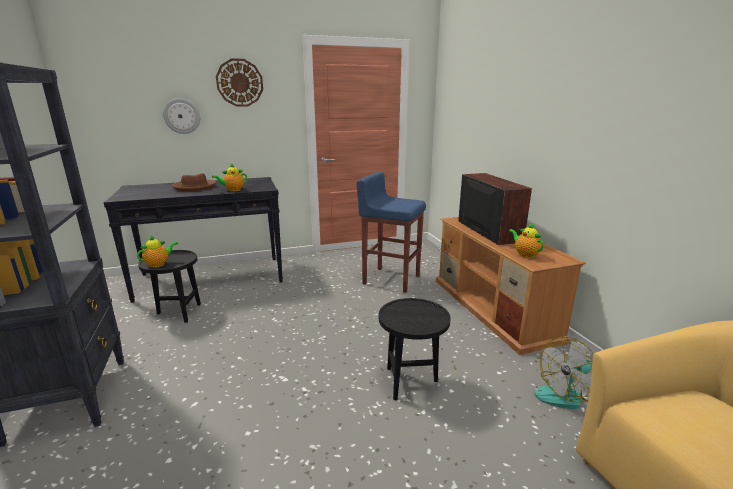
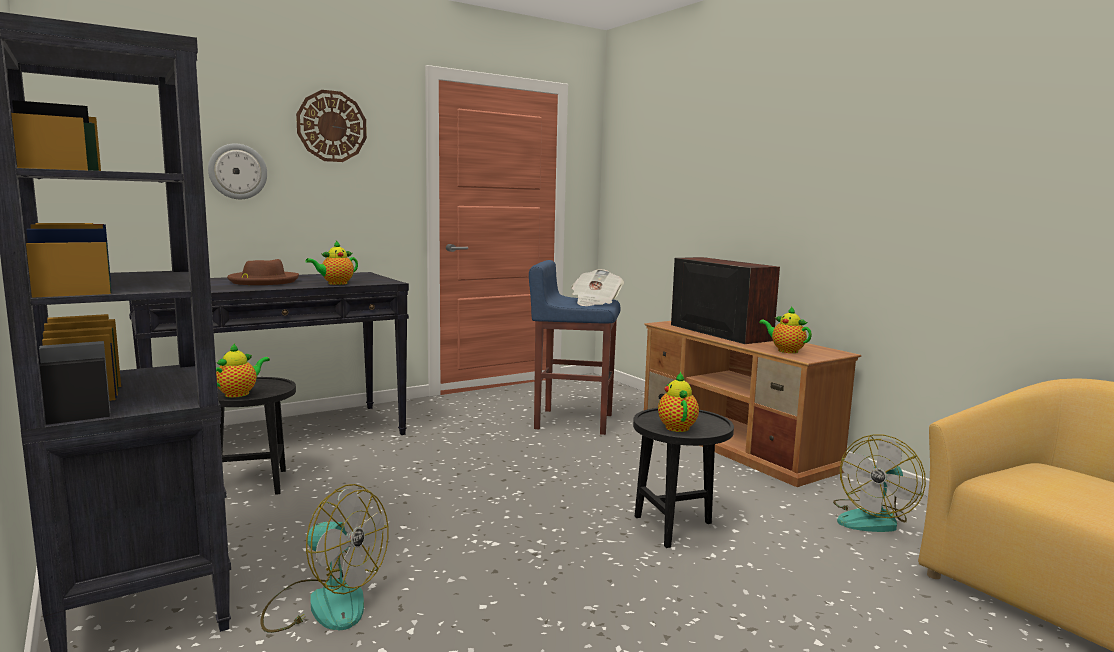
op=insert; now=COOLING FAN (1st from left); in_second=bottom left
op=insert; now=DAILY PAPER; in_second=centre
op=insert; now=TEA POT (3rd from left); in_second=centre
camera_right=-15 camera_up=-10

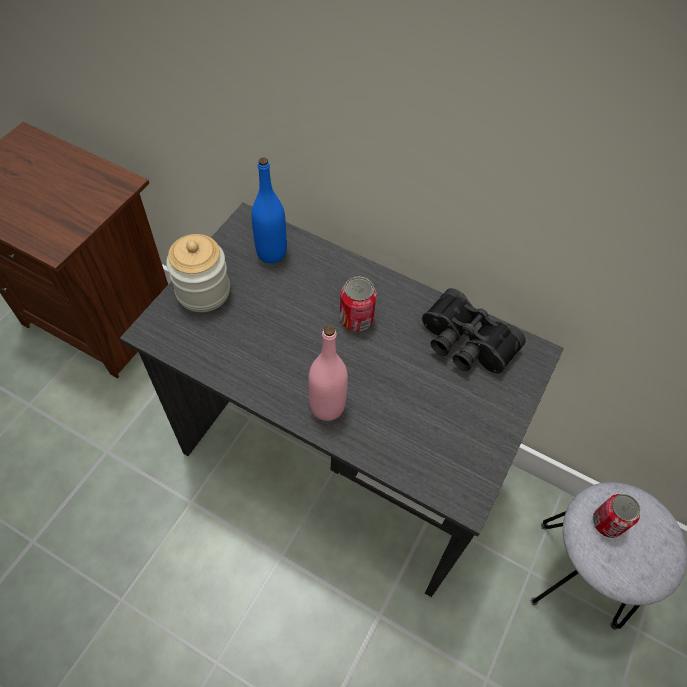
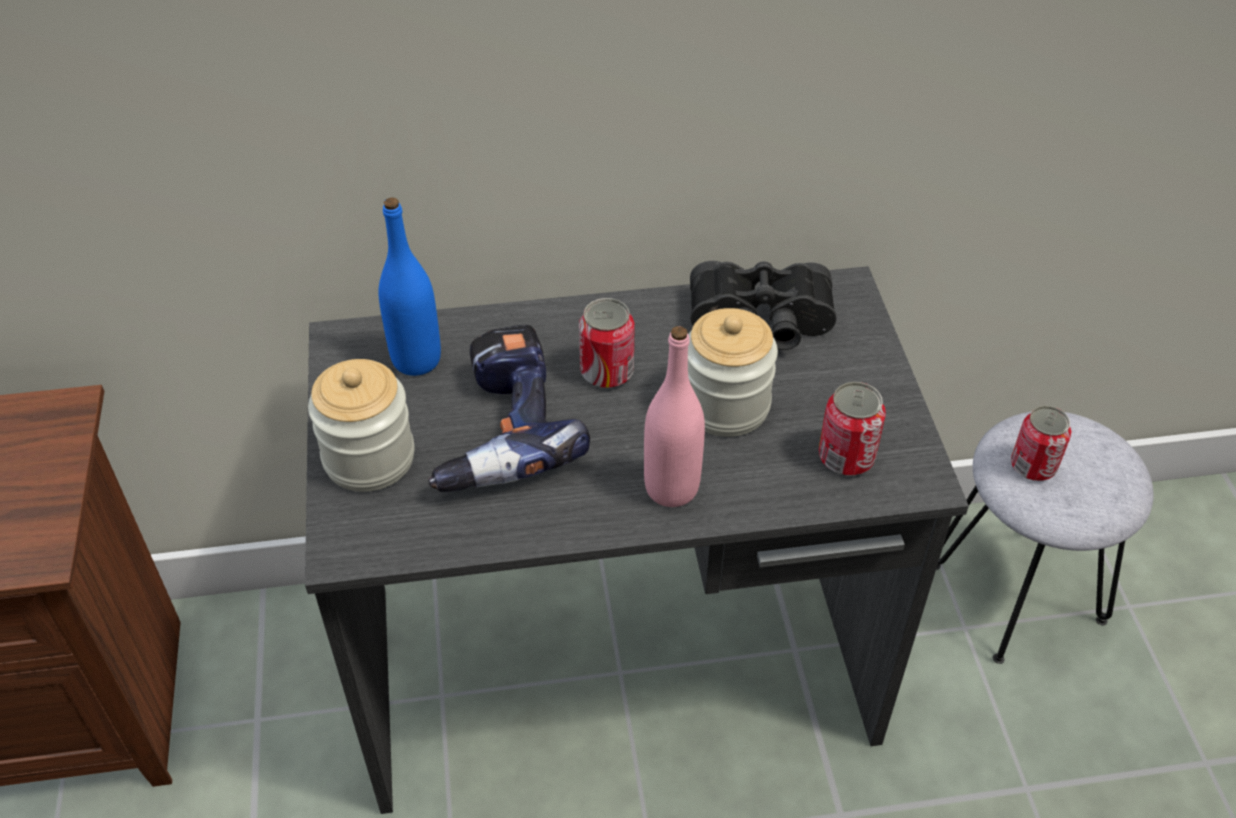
op=insert; now=POWER DRILL; in_second=centre
op=insert; now=STORAGE JAR (2nd from left); in_second=centre
op=insert; now=METAL CAN (2nd from left); in_second=middle right
camera_right=-35 camera_up=-10

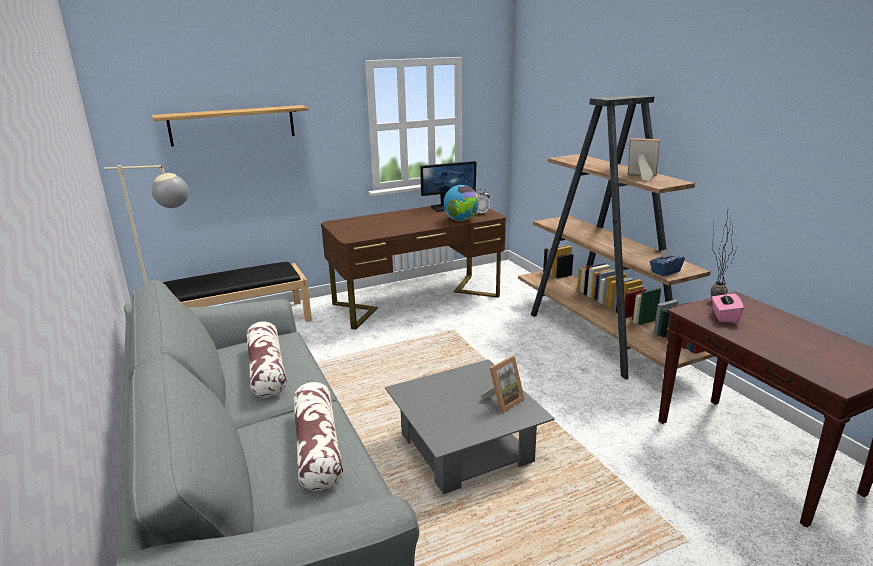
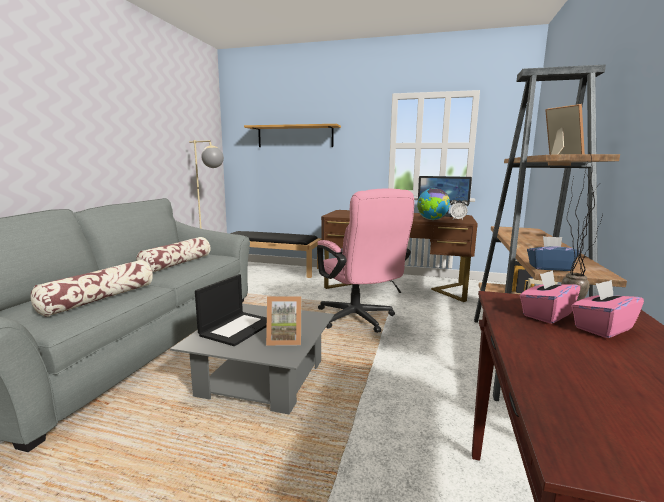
op=insert; now=LAPTOP; in_second=centre
op=insert; now=PINK-COLOURED OFFICE CHAIR; in_second=centre
op=insert; now=PINK-COLOURED TISSUE HOLDER (2nd from left); in_second=middle right
camera_right=40 camera_up=-10

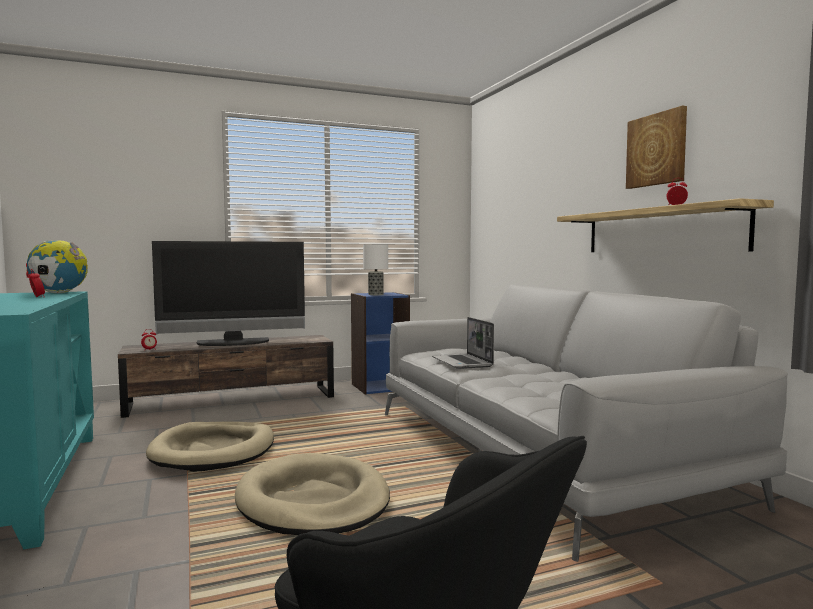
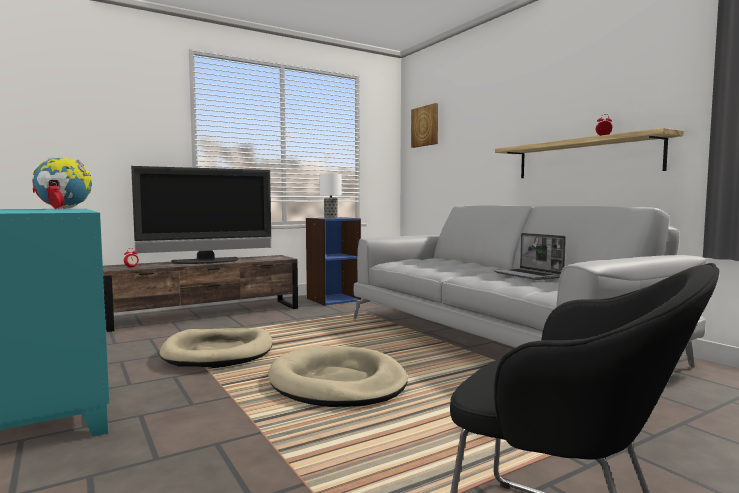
op=move; was=LAPTOP; in_first=centre; in_second=middle right
op=move; was=PICTURE; in_first=top right; in_second=top centre
camera_right=-10 camera_up=0

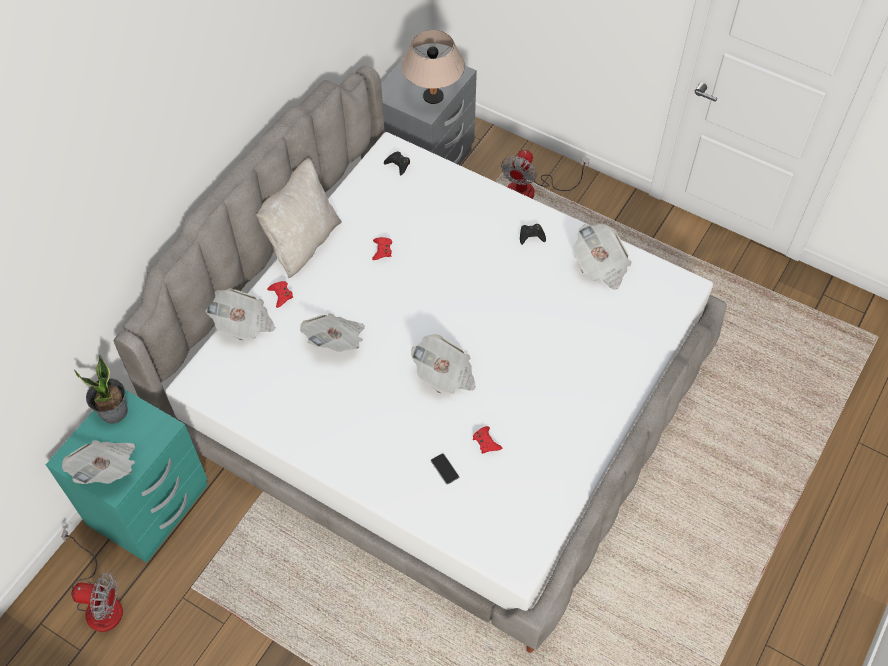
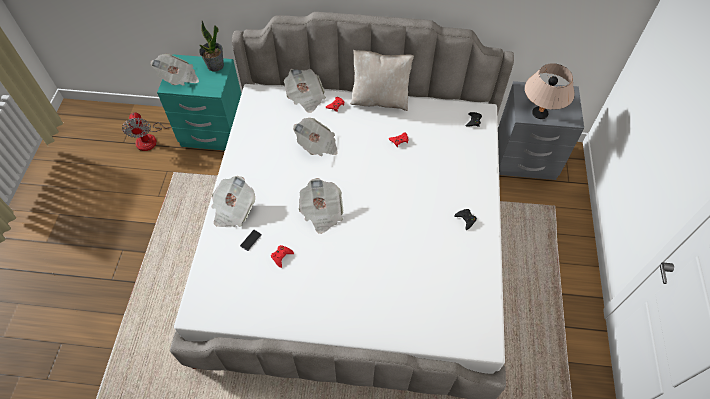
op=delete; was=COOLING FAN (2nd from left); in_first=top centre
op=move; was=DAILY PAPER (5th from left in the first image); now=DAILY PAPER (2nd from left); in_first=middle right; in_second=middle left
camera_right=65 camera_up=0

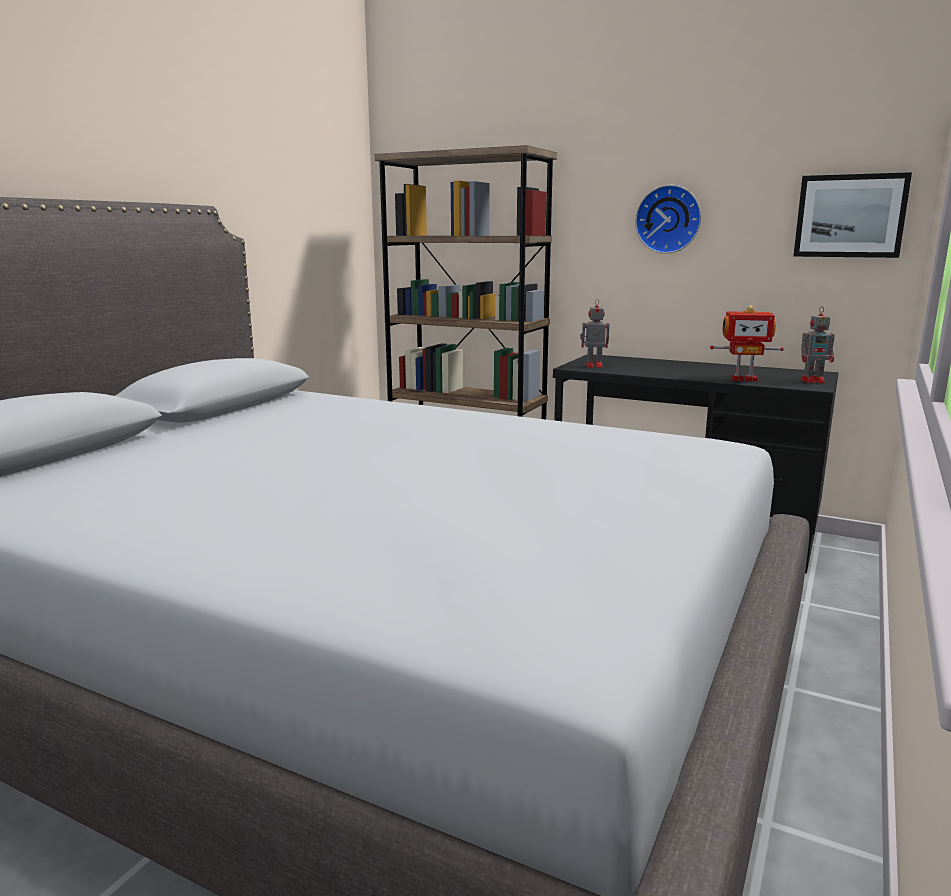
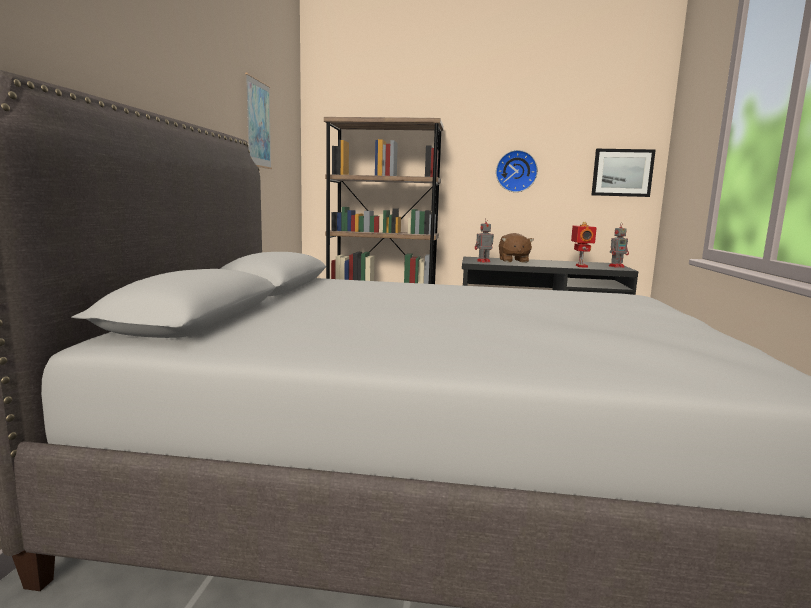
op=insert; now=PICTURE (1st from left); in_second=top left
op=insert; now=BROWN-COLOURED CUDDLY TOY; in_second=centre
op=rotate; was=TOY ROBOT (2nd from left); in_first=middle right; in_second=middle right; clockwise=-75
camera_right=-20 camera_up=-5

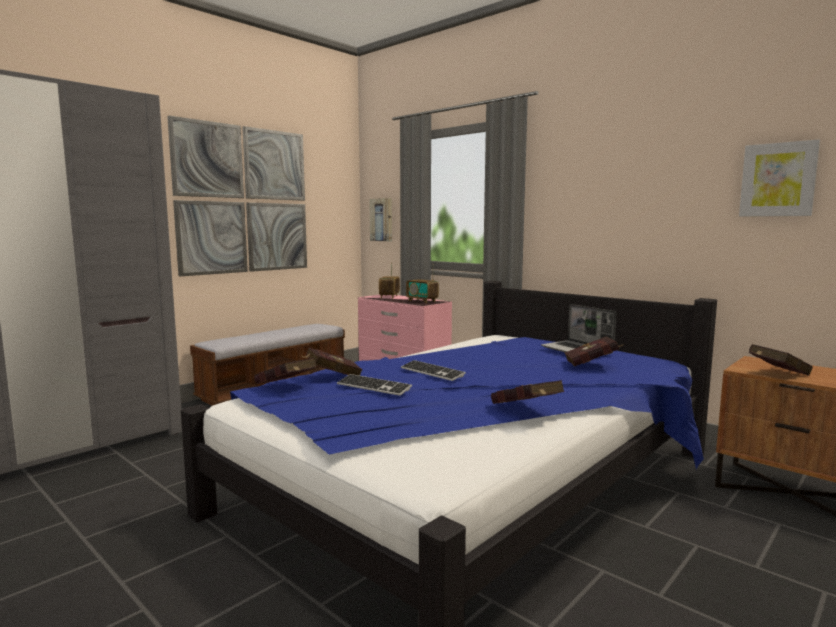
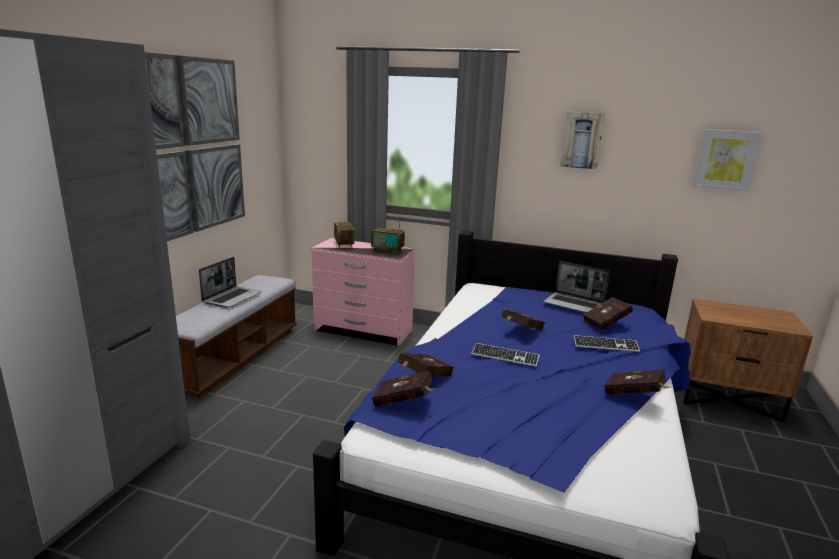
op=insert; now=LAPTOP (1st from left); in_second=middle left
op=move; was=KEYBOARD (1st from left in the first image); now=KEYBOARD (2nd from left); in_first=centre; in_second=middle right
op=move; was=PICTURE (2nd from left); in_first=centre; in_second=top right
op=move; was=RED BOOK (5th from left in the first image); now=RED BOOK (3rd from left); in_first=middle right; in_second=centre
camera_right=-25 camera_up=10

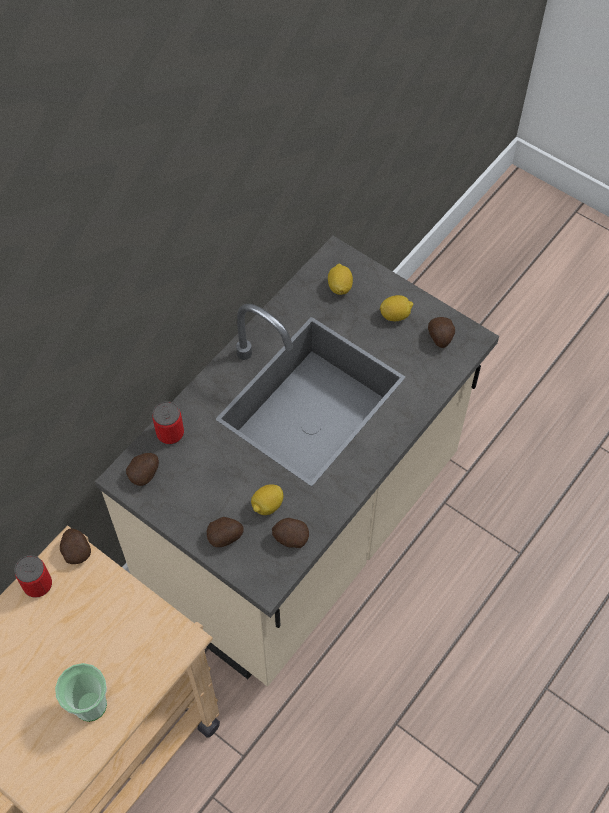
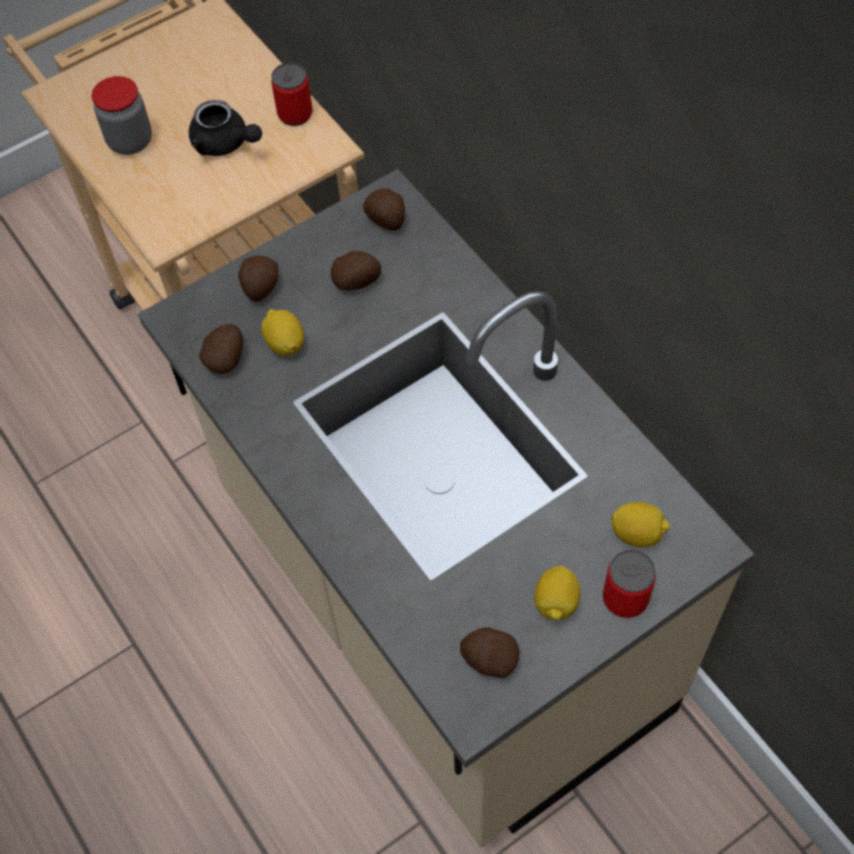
op=insert; now=BLACKISH TEA POT; in_second=top left
op=move; was=WHOLE POTATO (1st from left in the first image); now=WHOLE POTATO (3rd from left); in_first=bottom left; in_second=top centre
op=move; was=METAL CAN (2nd from left); in_first=middle left; in_second=bottom right
op=replace; was=DRINKING CUP; now=STORAGE JAR; in_first=bottom left; in_second=top left
camera_right=110 camera_up=0

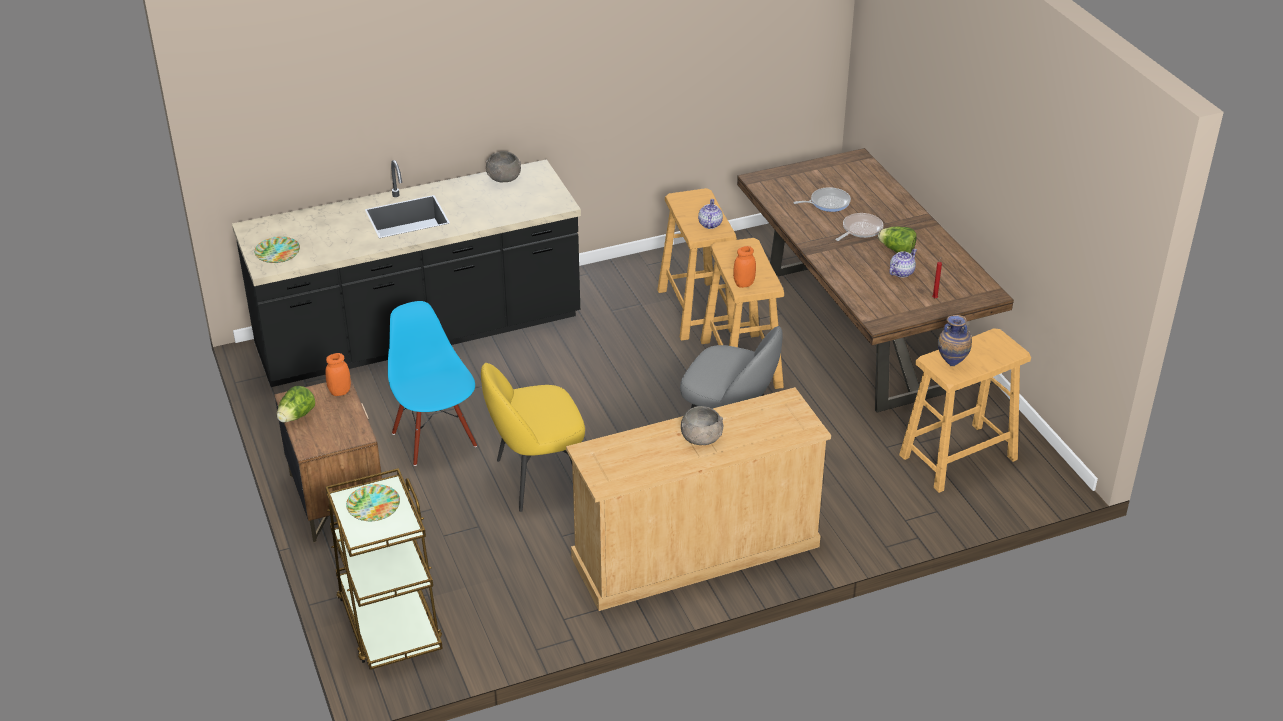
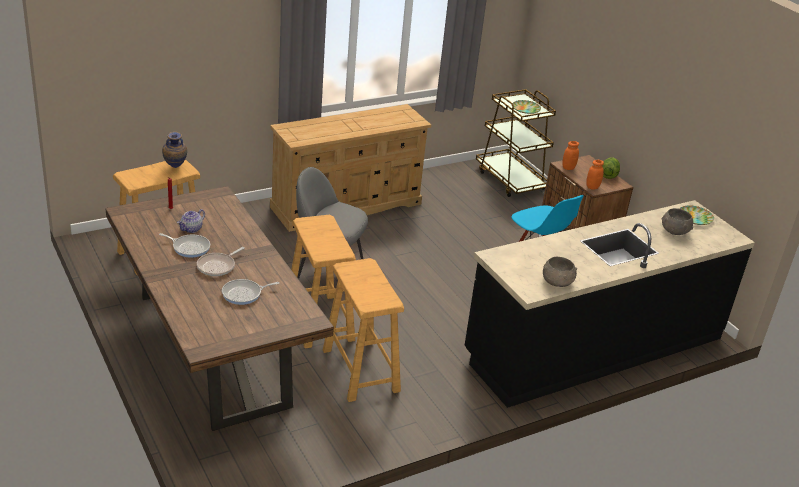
op=delete; was=YELLOW-COLOURED CHAIR; in_first=centre
op=delete; was=TEA POT (1st from left); in_first=top centre
op=move; was=GRAY SERVING BOWL (2nd from left); in_first=centre; in_second=middle right
op=move; was=ORANGEY STORAGE JAR (2nd from left in the first image); now=ORANGEY STORAGE JAR (1st from left); in_first=centre; in_second=top right
op=replace; was=LETTUCE (2nd from left); now=PAN (1st from left); in_first=top right; in_second=middle left
camera_right=170 camera_up=-5

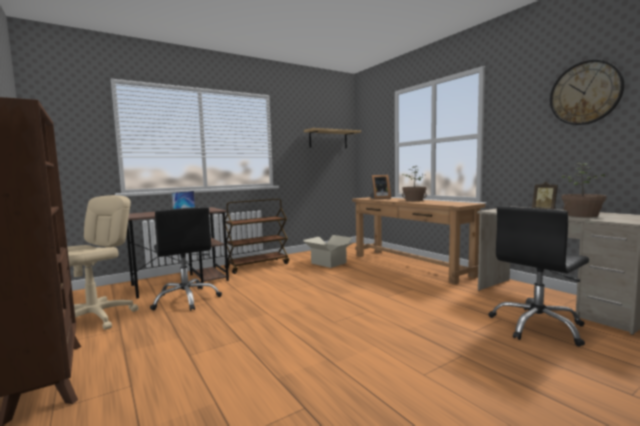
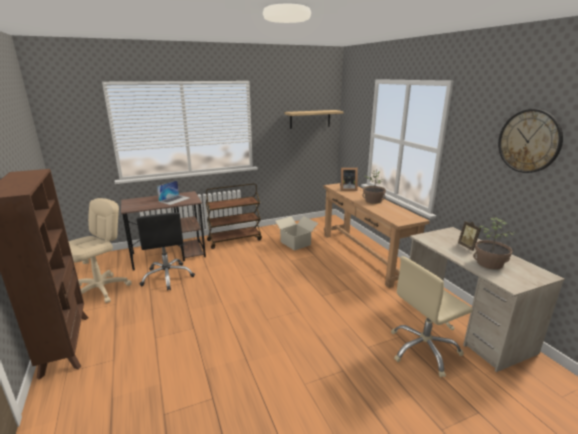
op=recolor; was=BLACKISH OFFICE CHAIR (2nd from left); now=BEIGE OFFICE CHAIR (2nd from left); in_first=middle right; in_second=bottom right
camera_right=10 camera_up=15

